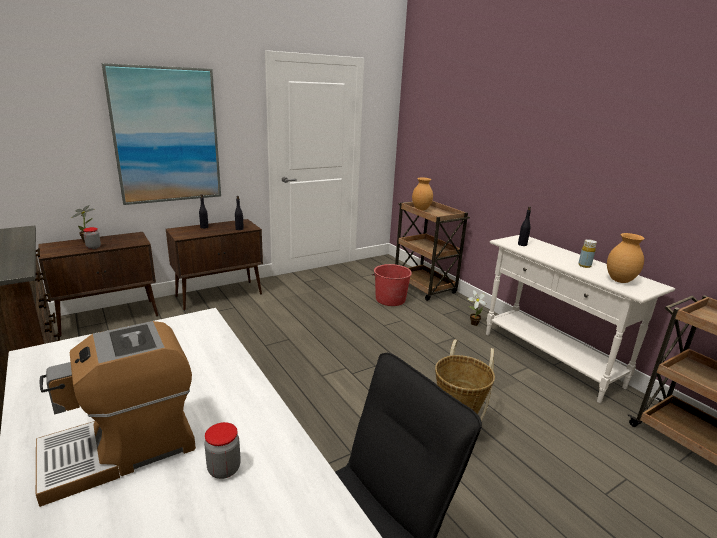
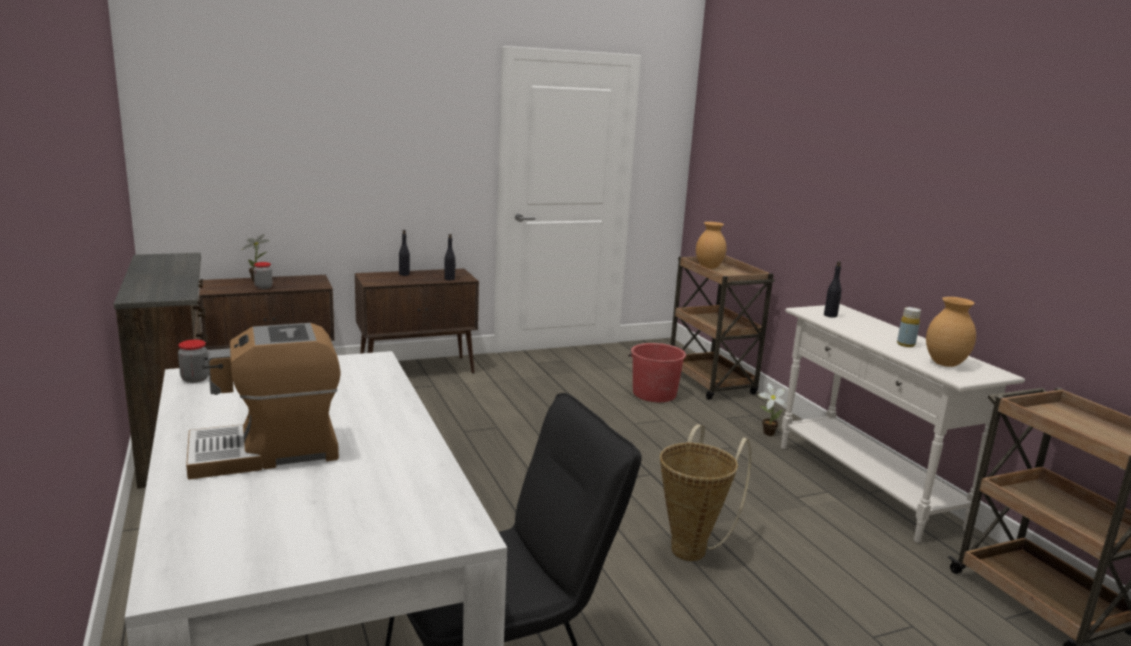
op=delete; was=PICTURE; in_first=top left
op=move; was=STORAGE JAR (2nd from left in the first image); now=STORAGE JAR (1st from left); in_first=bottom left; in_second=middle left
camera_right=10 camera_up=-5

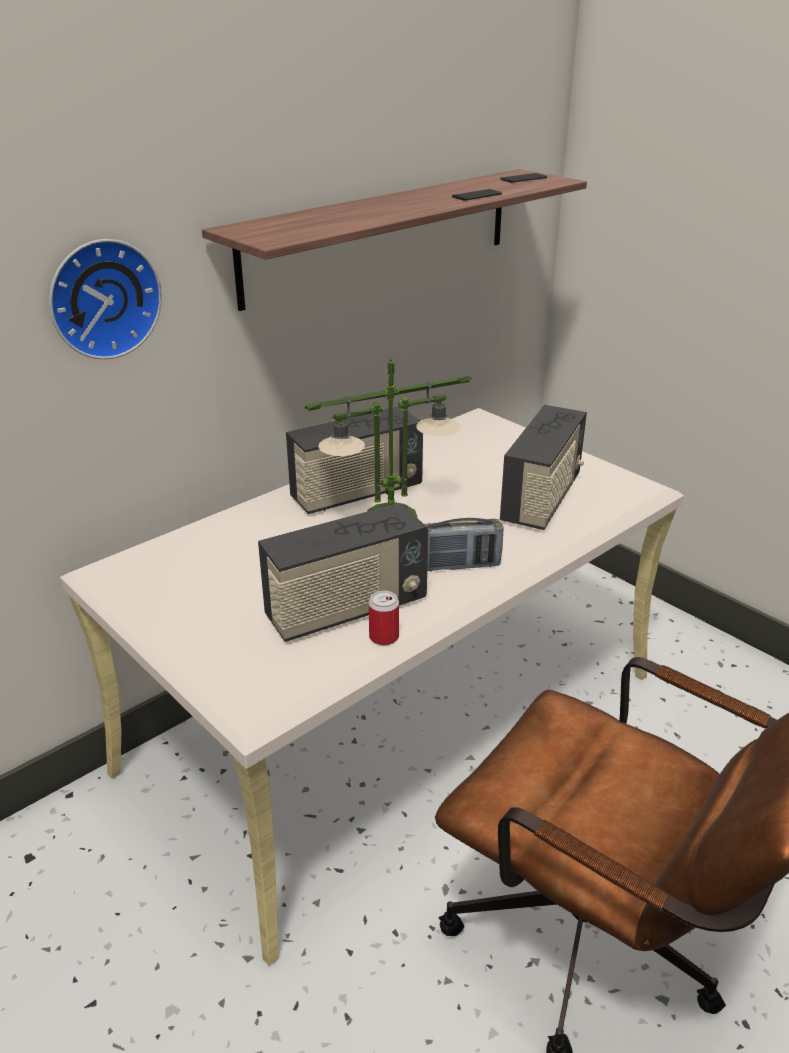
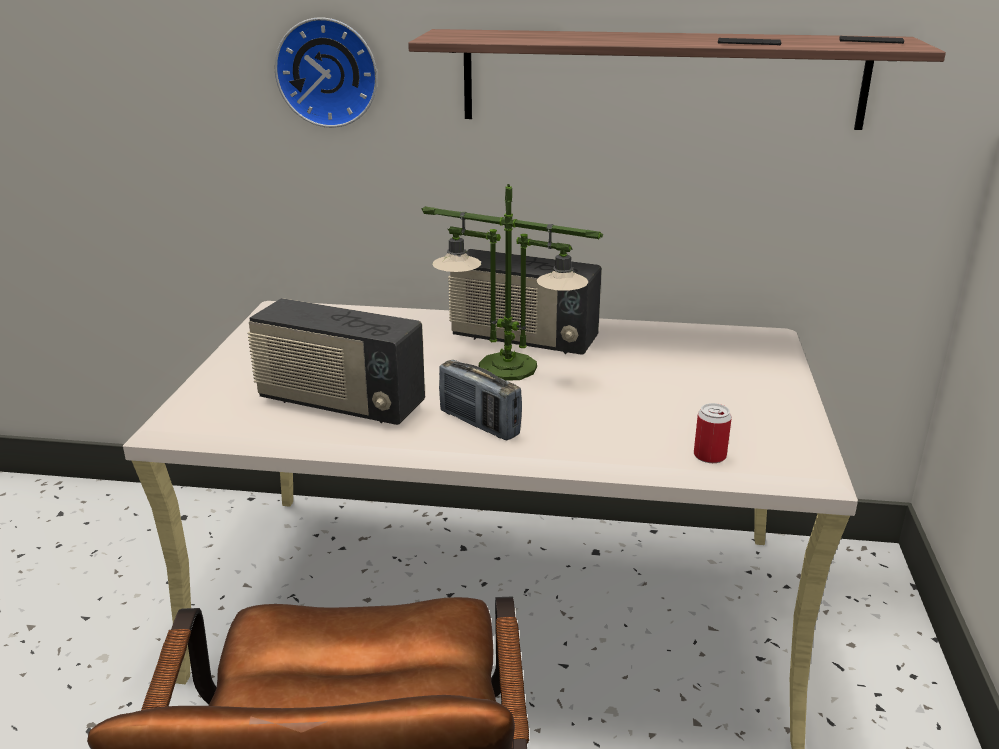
op=delete; was=RADIO SET (4th from left); in_first=middle right
op=move; was=METAL CAN; in_first=centre; in_second=middle right
camera_right=50 camera_up=-5

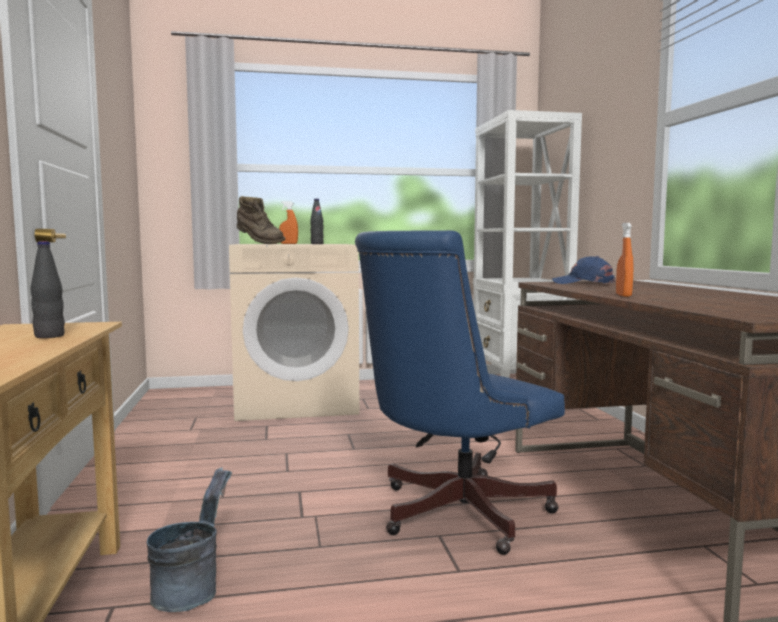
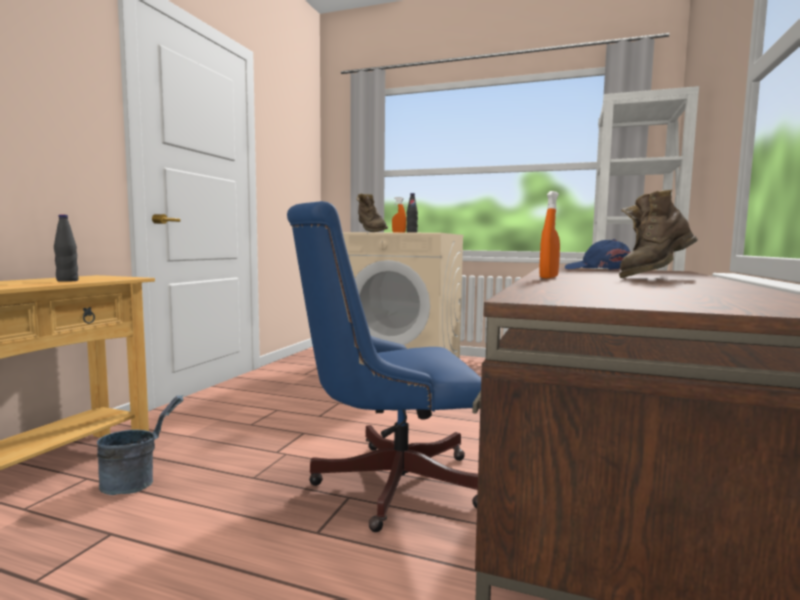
op=insert; now=BROWN-COLOURED HIGH-TOP BOOT (2nd from left); in_second=middle right
camera_right=30 camera_up=0

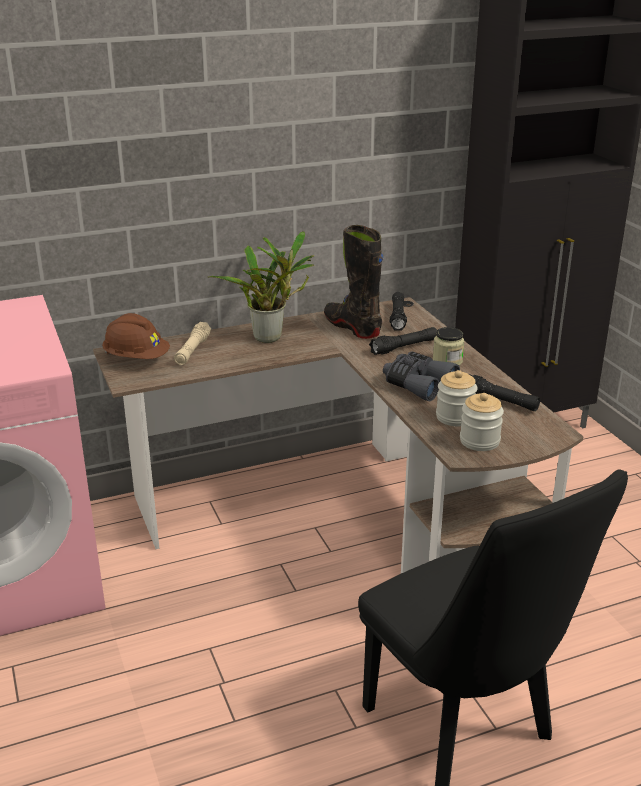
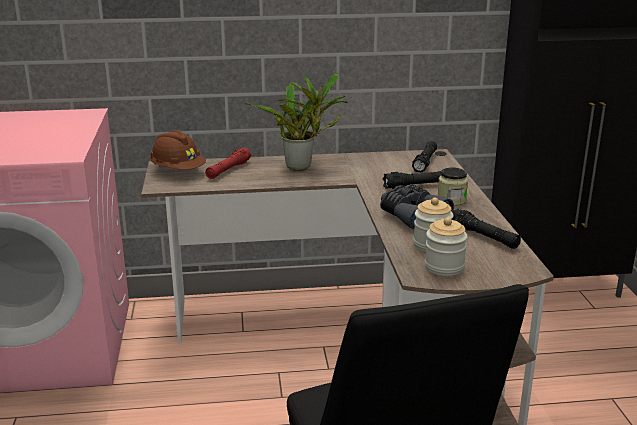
op=delete; was=BLACKISH HIGH-TOP BOOT; in_first=centre
op=recolor; was=BEIGE HAND TORCH; now=RED HAND TORCH; in_first=middle left; in_second=centre
camera_right=15 camera_up=-5

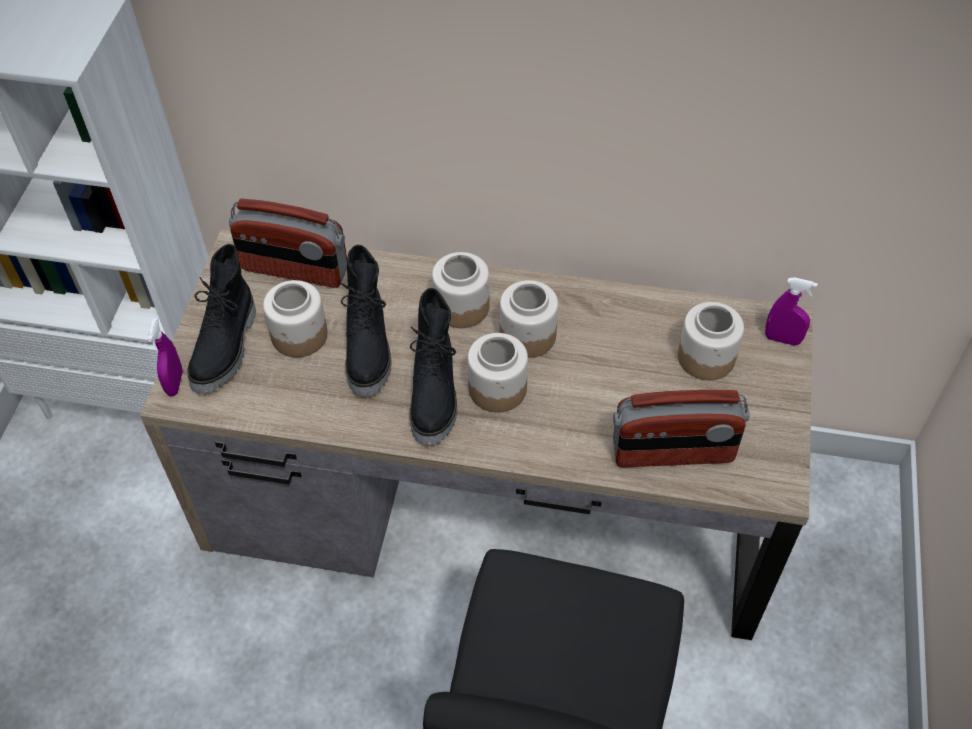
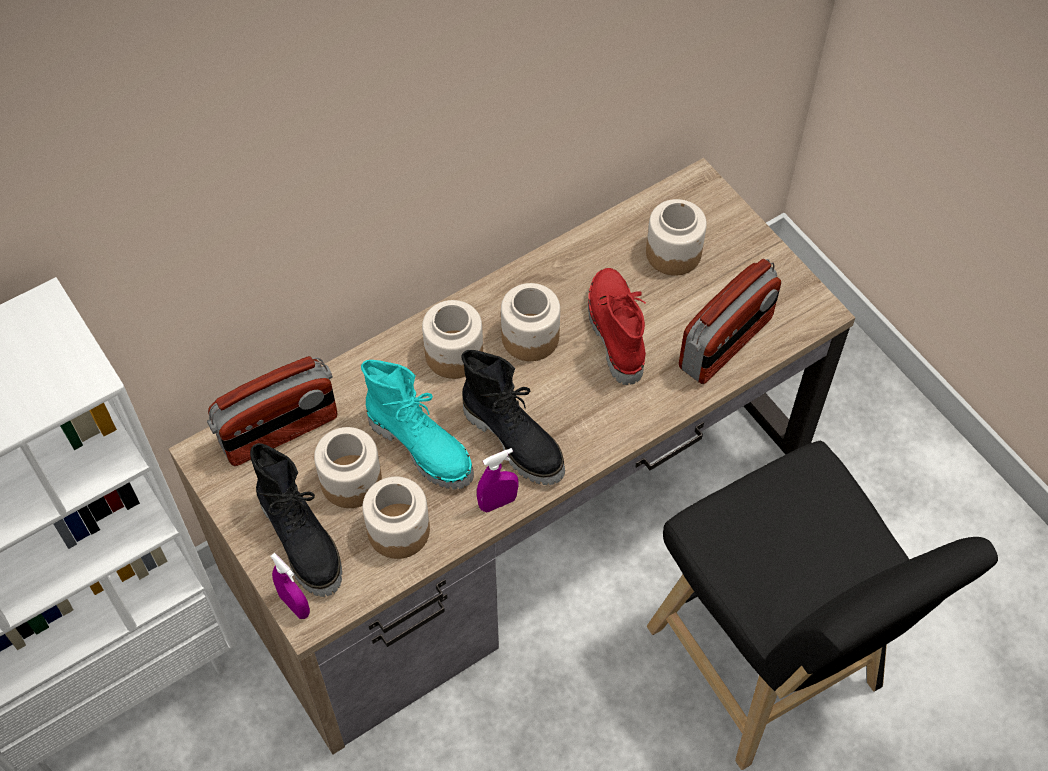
op=insert; now=RED HIGH-TOP BOOT; in_second=centre
op=move; was=STORAGE JAR (3rd from left in the first image); now=STORAGE JAR (2nd from left); in_first=centre; in_second=bottom centre
op=move; was=PURPLE SPRAY BOTTLE (2nd from left); in_first=middle right; in_second=centre
op=recolor; was=BLACKISH HIGH-TOP BOOT (2nd from left); now=TURQUOISE-COLOURED HIGH-TOP BOOT; in_first=centre; in_second=centre
camera_right=-45 camera_up=5

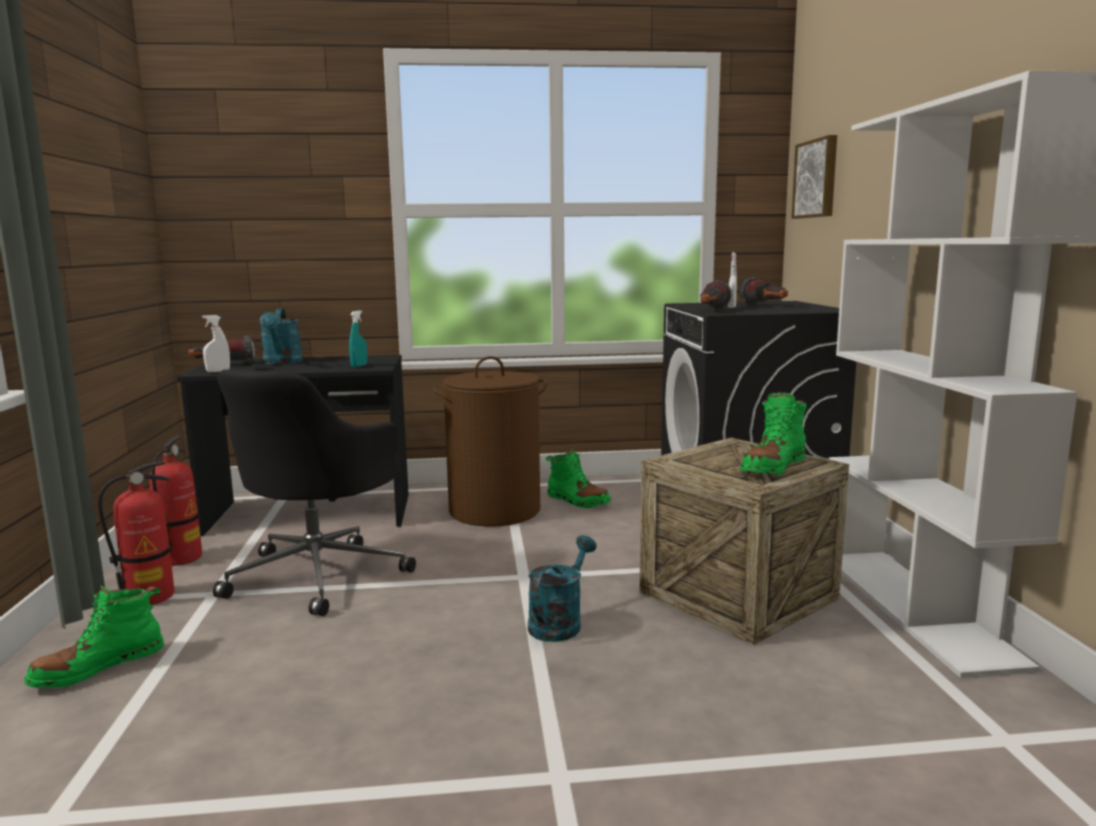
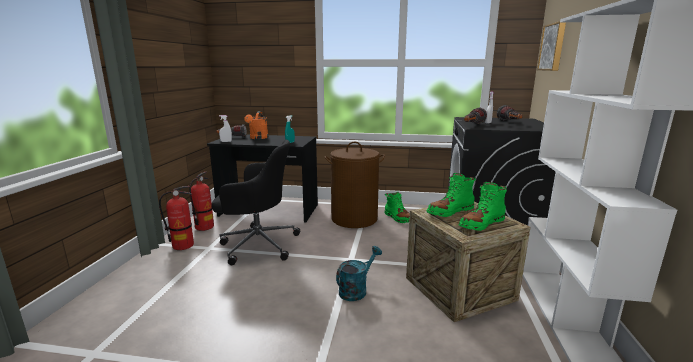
op=move; was=GREENISH HIGH-TOP BOOT (1st from left in the first image); now=GREENISH HIGH-TOP BOOT (2nd from left); in_first=bottom left; in_second=centre
op=recolor; was=TURQUOISE-COLOURED SPRINKLING CAN (1st from left); now=ORANGEY SPRINKLING CAN; in_first=middle left; in_second=centre
op=rotate; was=BLACKISH OFFICE CHAIR; in_first=middle left; in_second=centre; clockwise=-120
camera_right=15 camera_up=5

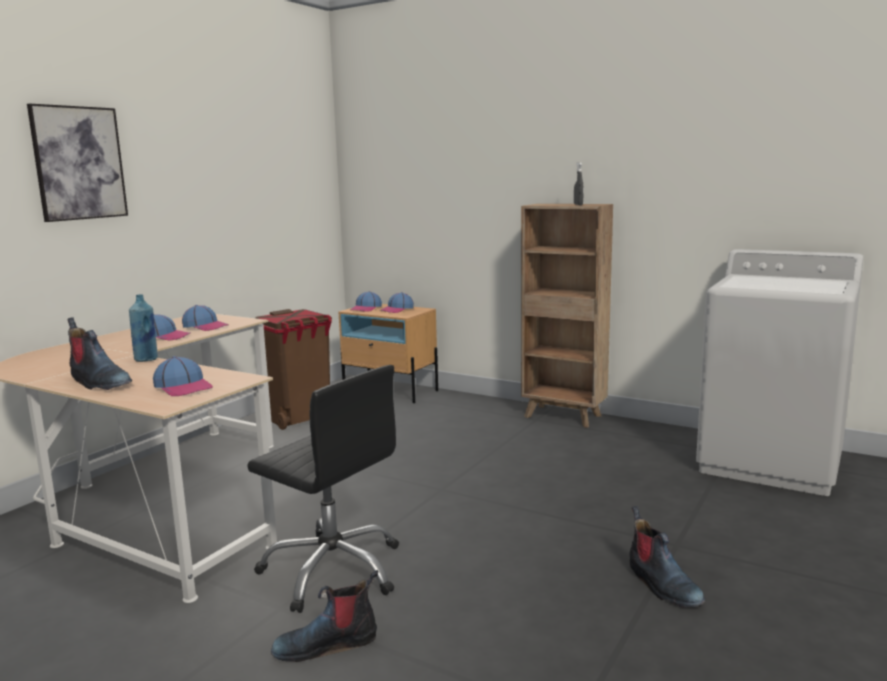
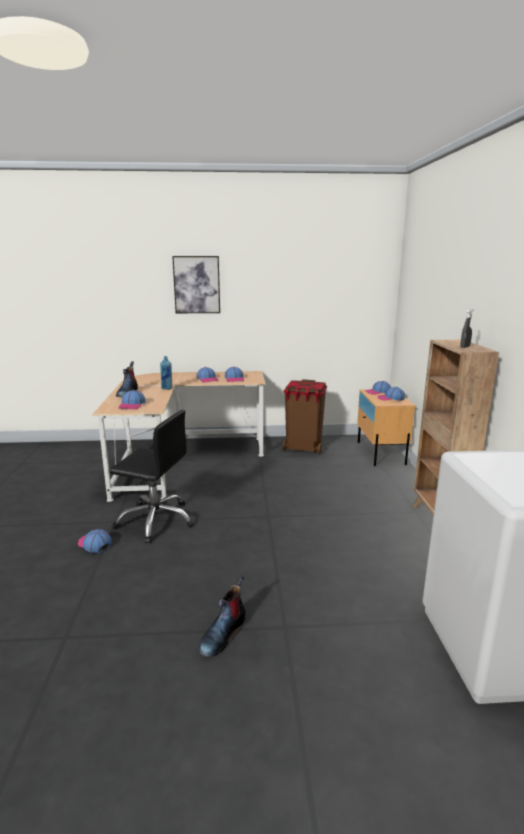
op=replace; was=HIGH-TOP BOOT (2nd from left); now=CAP (1st from left); in_first=bottom centre; in_second=middle left
op=rotate; was=BLACKISH OFFICE CHAIR; in_first=bottom centre; in_second=middle left; clockwise=-75
camera_right=55 camera_up=5

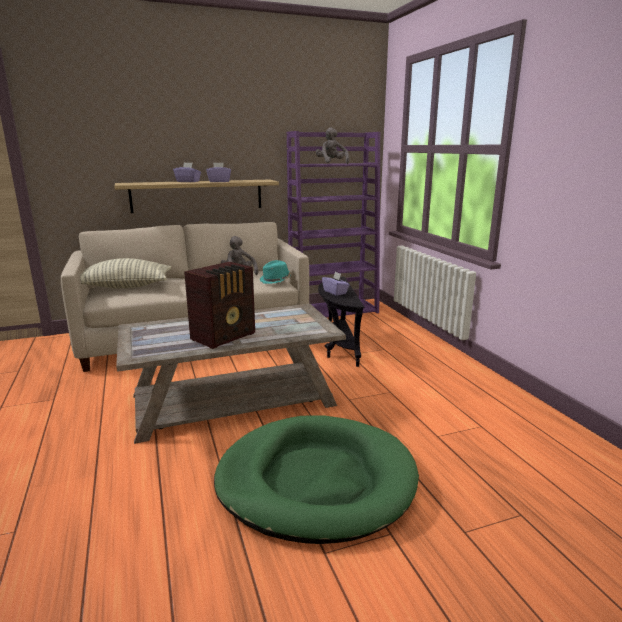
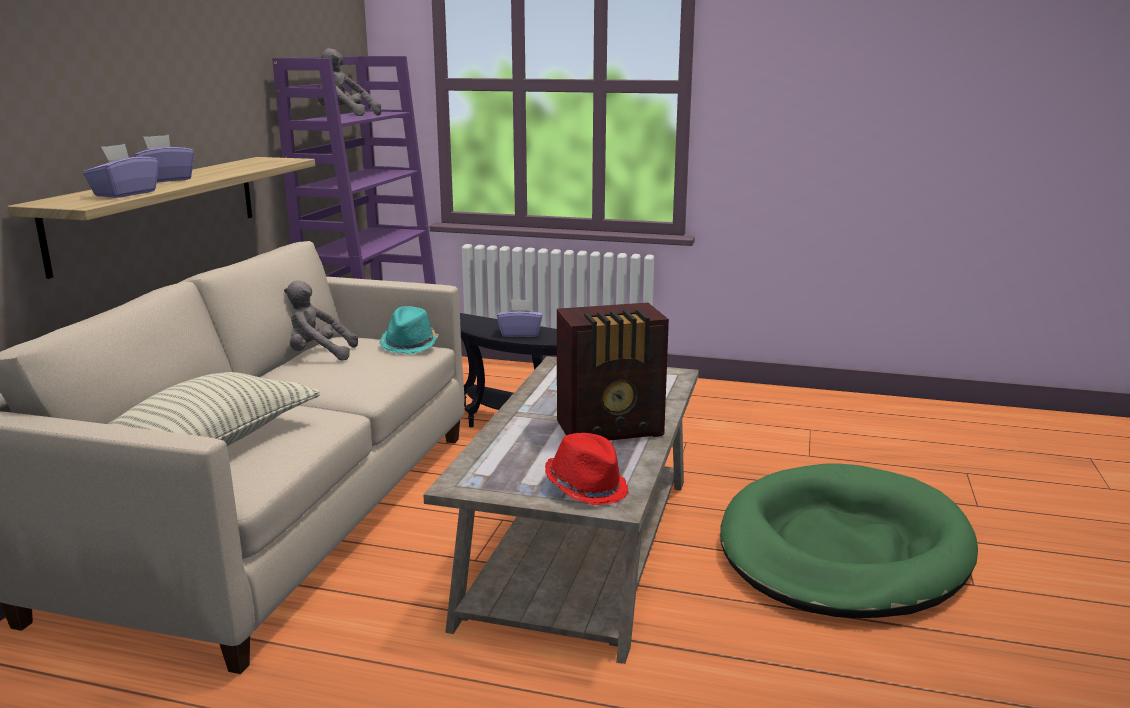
op=insert; now=RED HAT; in_second=centre
op=move; was=PURPLE TISSUE HOLDER (2nd from left in the first image); now=PURPLE TISSUE HOLDER (1st from left); in_first=top centre; in_second=top left
op=rotate; was=RADIO SET; in_first=centre; in_second=centre; clockwise=90
camera_right=-55 camera_up=0

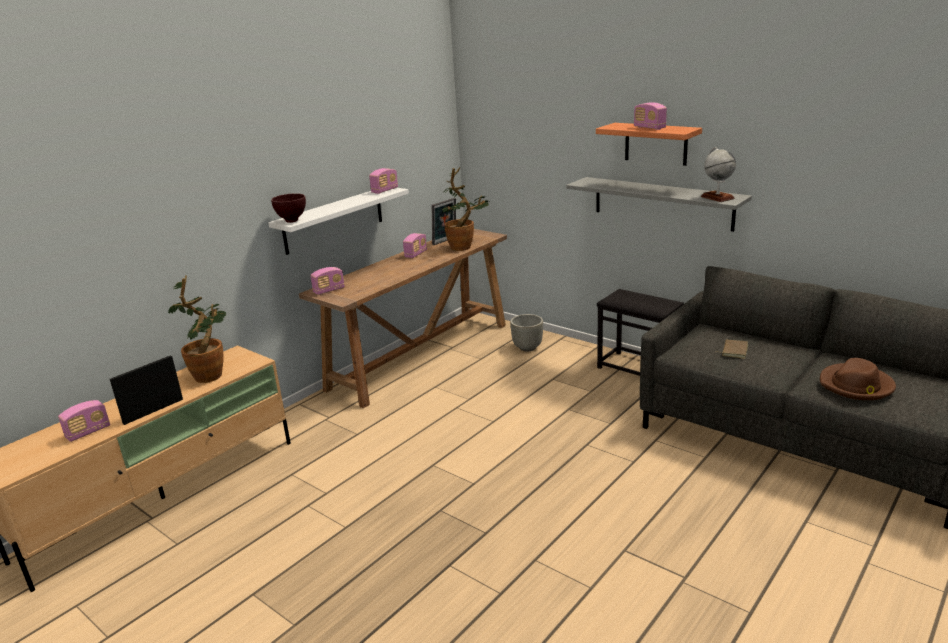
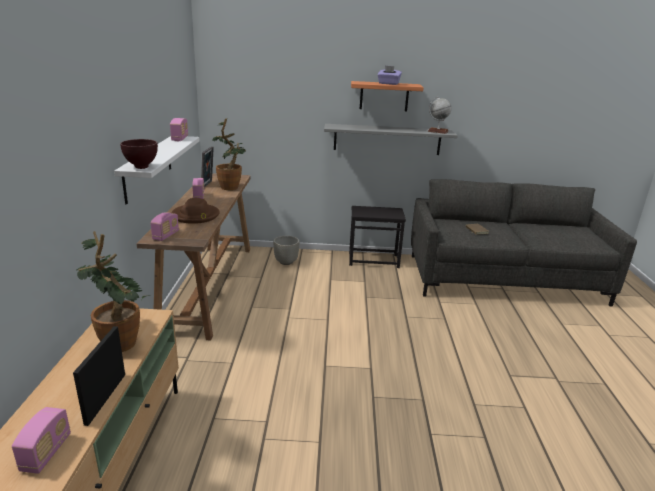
op=move; was=BROWN-COLOURED HAT; in_first=middle right; in_second=middle left
op=replace; was=RADIO SET (5th from left); now=PURPLE TISSUE HOLDER; in_first=top right; in_second=top centre
camera_right=-40 camera_up=0

